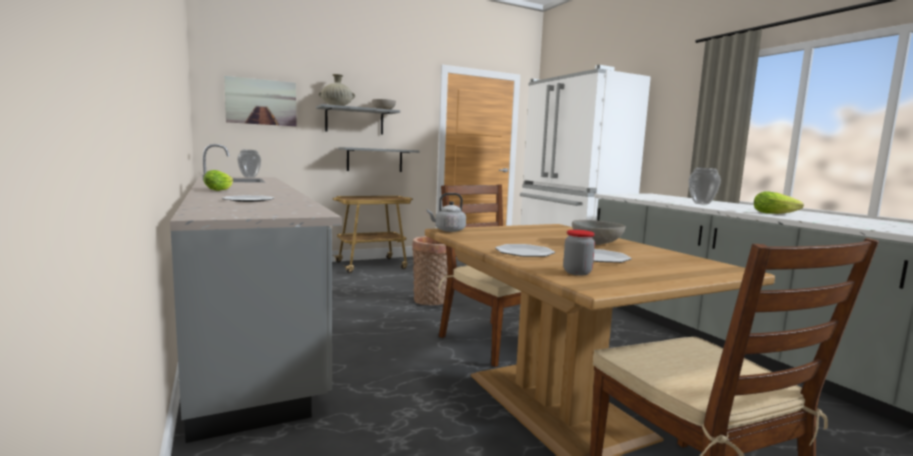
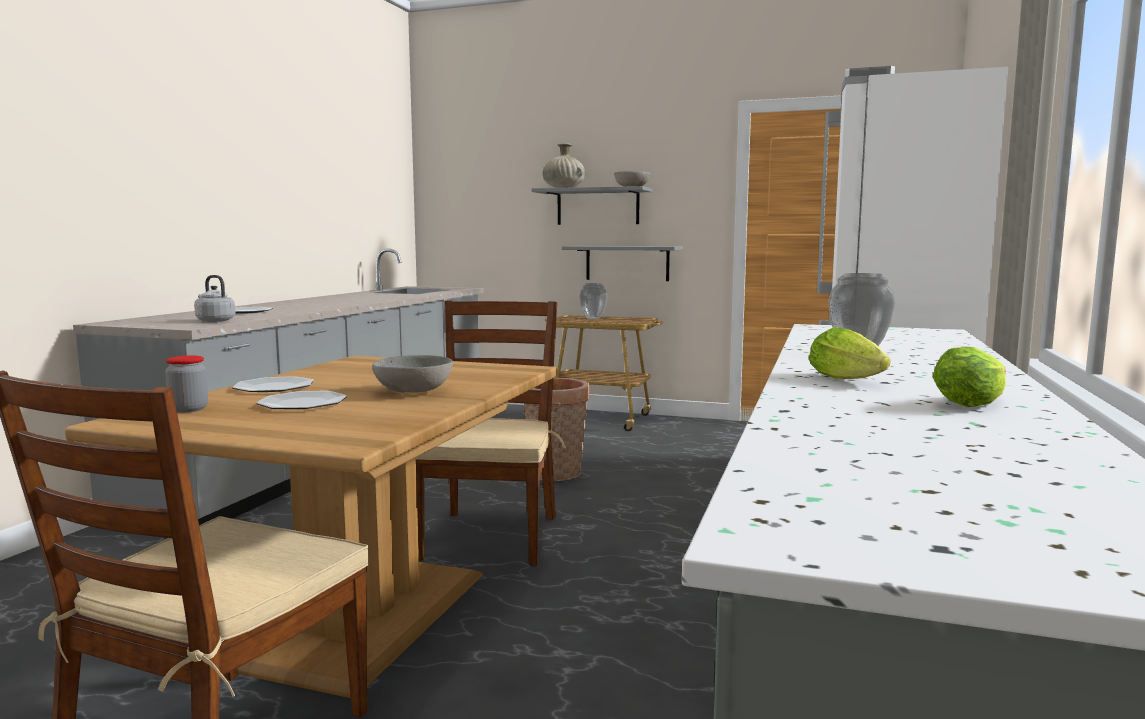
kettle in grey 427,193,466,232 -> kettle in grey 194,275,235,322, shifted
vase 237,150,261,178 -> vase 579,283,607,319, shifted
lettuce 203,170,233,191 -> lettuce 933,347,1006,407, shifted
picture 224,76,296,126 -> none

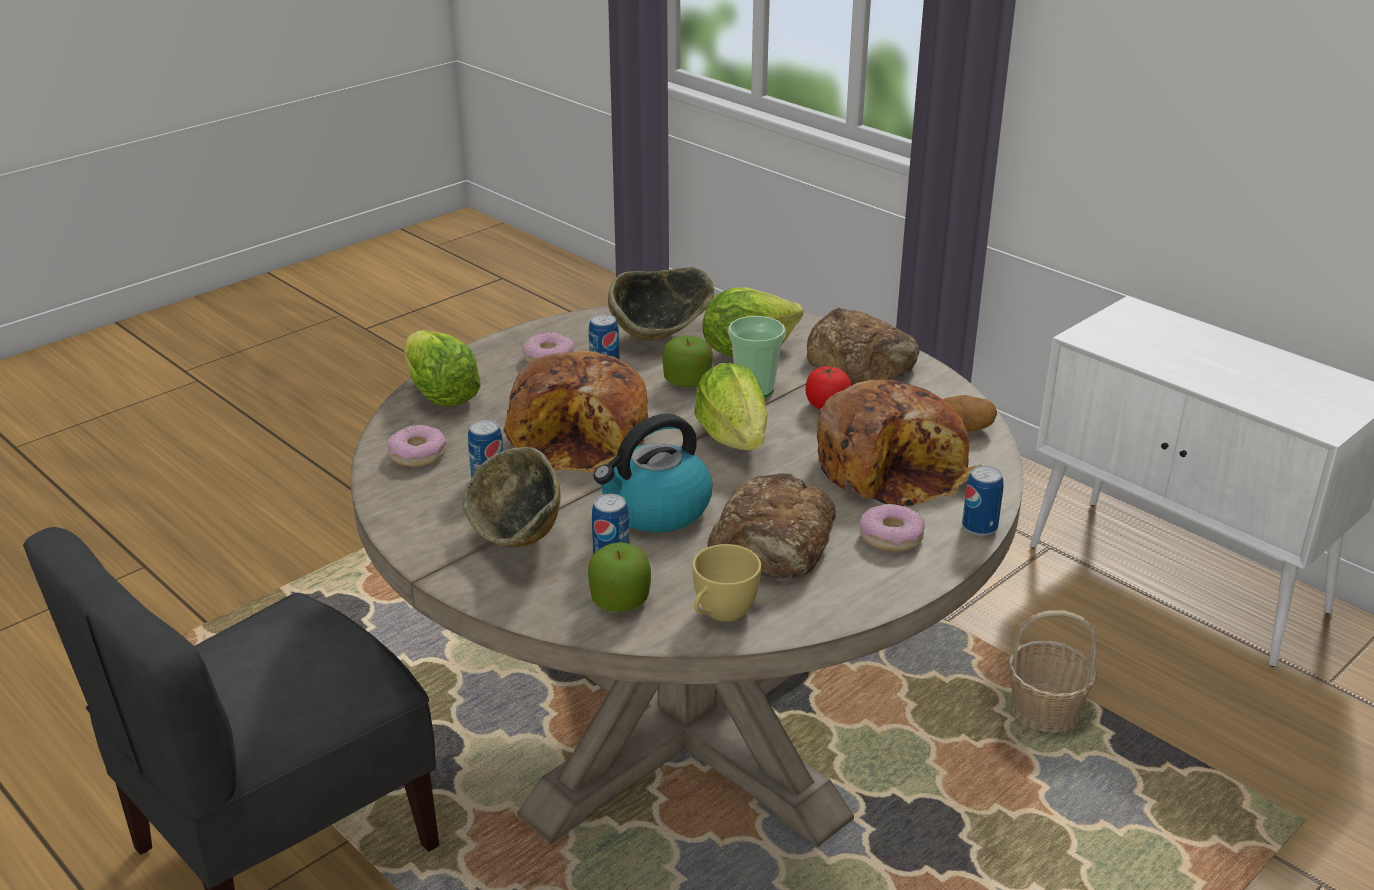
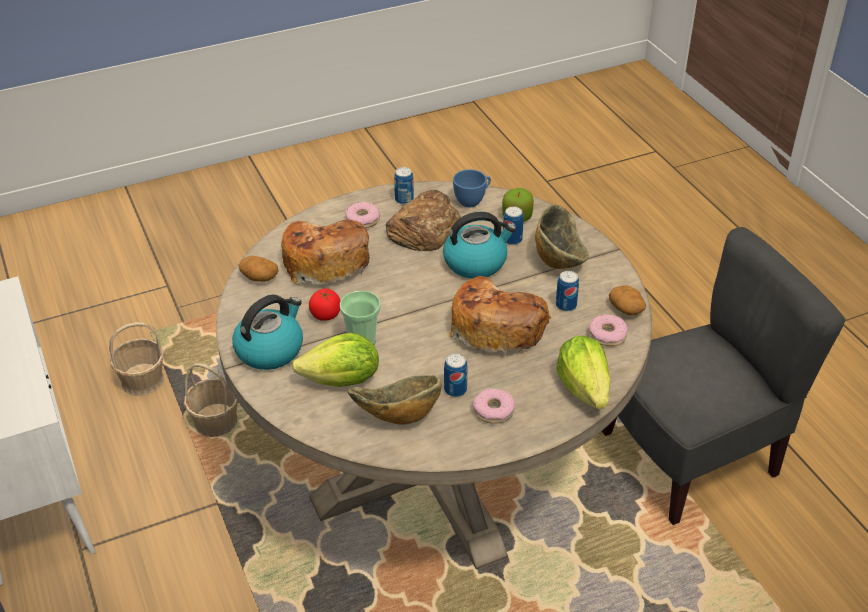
none -> basket 109,322,164,396
bread 807,308,919,386 -> kettle 232,294,303,370
can 962,466,1003,536 -> can 394,167,414,205, shifted
cup in yellow 692,544,761,622 -> cup in blue 453,169,491,207
none -> potato 609,285,646,316
apple 662,335,713,388 -> none
lettuce 694,363,768,450 -> none

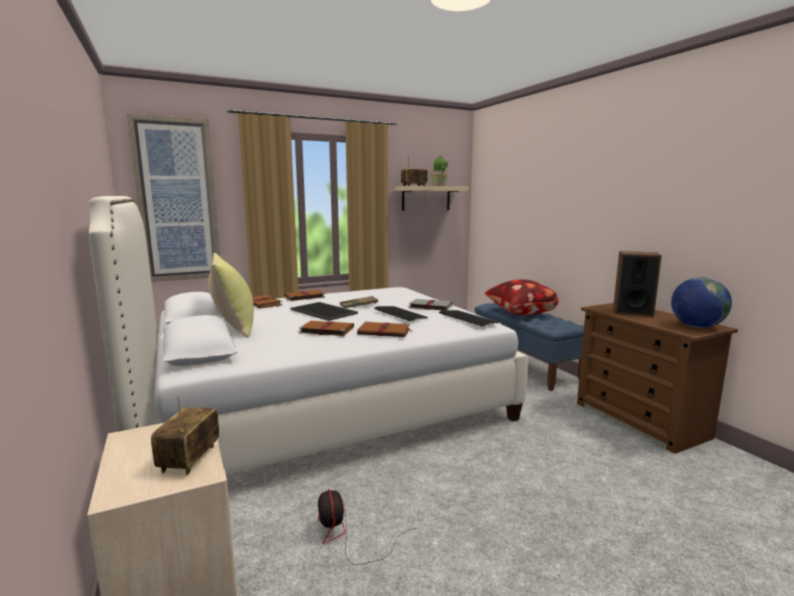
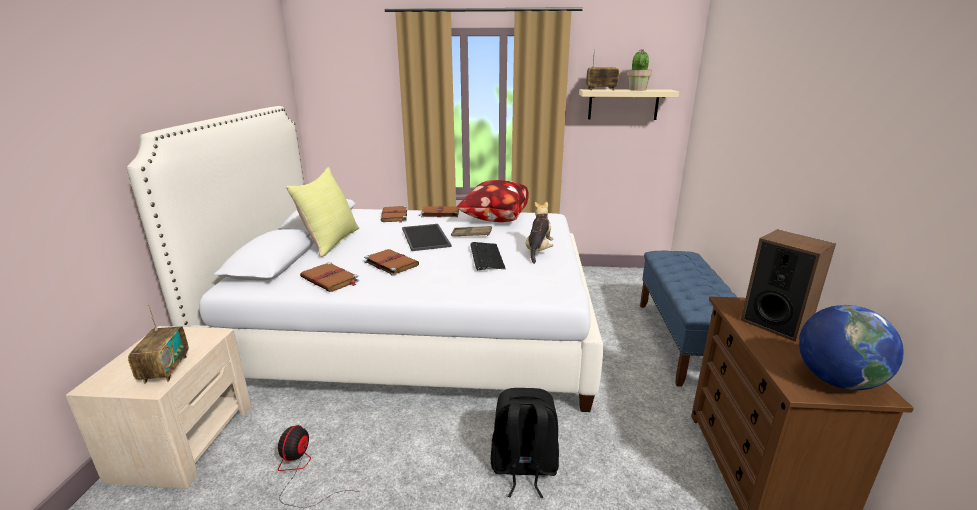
radio 151,396,219,475 -> radio 128,304,189,384, 135 degrees clockwise
book in brown 357,321,412,337 -> book in brown 300,262,359,292, shifted
pillow 485,279,559,315 -> pillow 457,180,529,222, shifted
none -> backpack in black 491,388,559,498
book in grey 408,299,453,310 -> plush toy 526,202,553,264
picture 127,114,220,282 -> none
keyboard 439,310,499,326 -> none

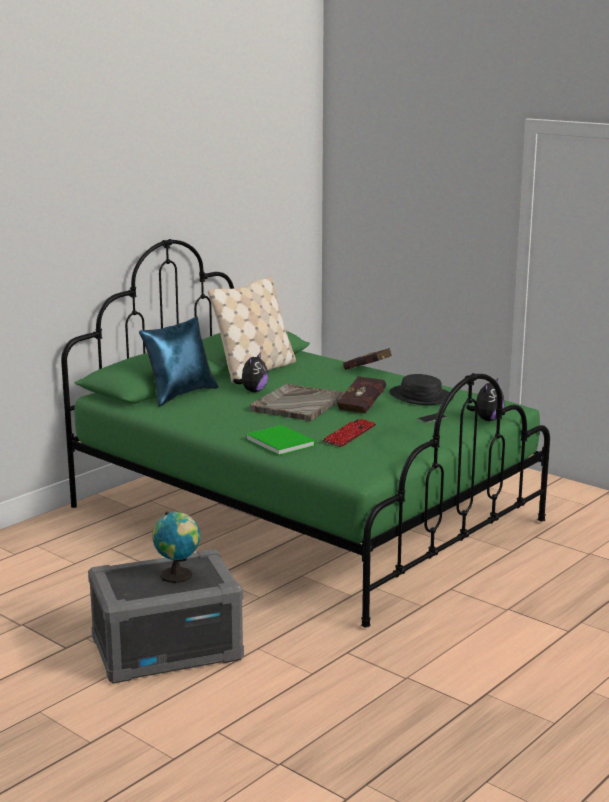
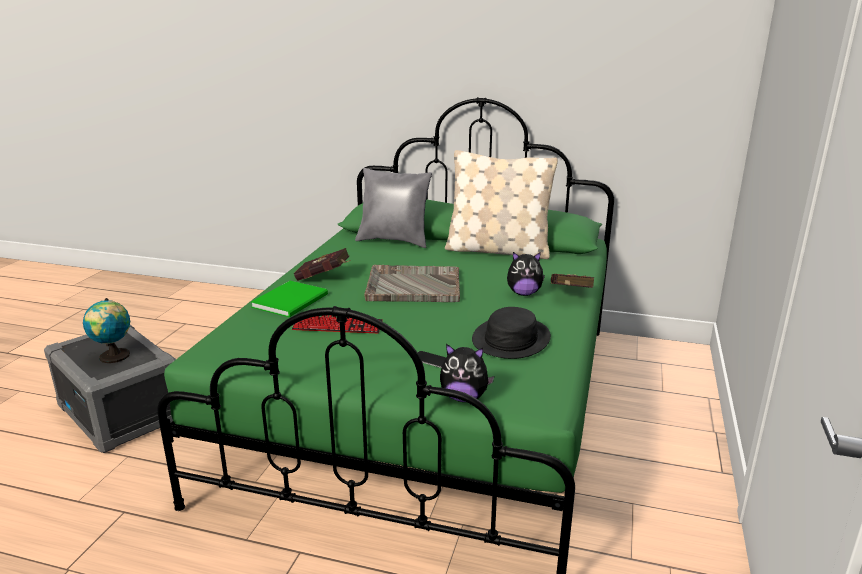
book in red 337,376,386,413 -> book in red 294,248,351,281, shifted
pillow in blue 139,316,219,407 -> pillow in grey 355,168,432,248
plush toy 233,352,268,392 -> plush toy 507,252,545,296, shifted

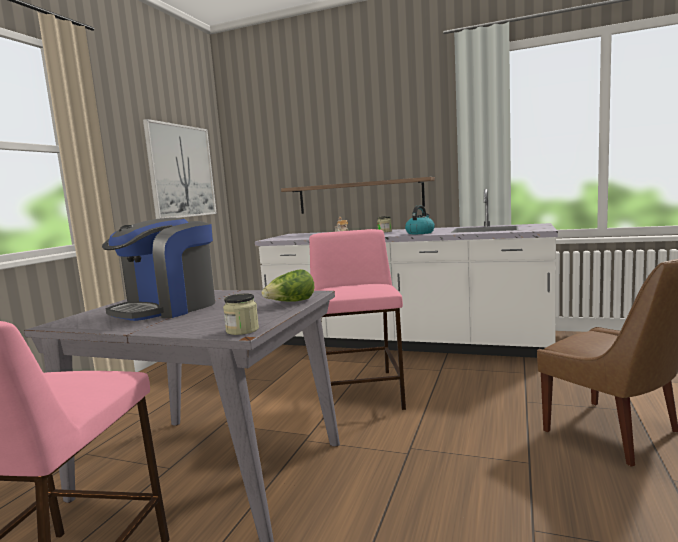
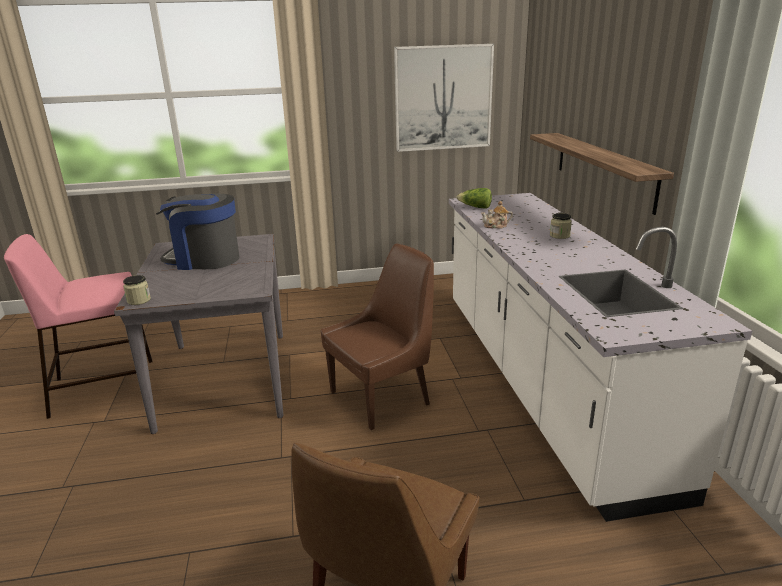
stool in pink 309,229,406,410 -> chair in brown 321,244,434,430
lettuce 262,269,314,302 -> lettuce 457,188,492,209, shifted
kettle 405,205,435,234 -> none

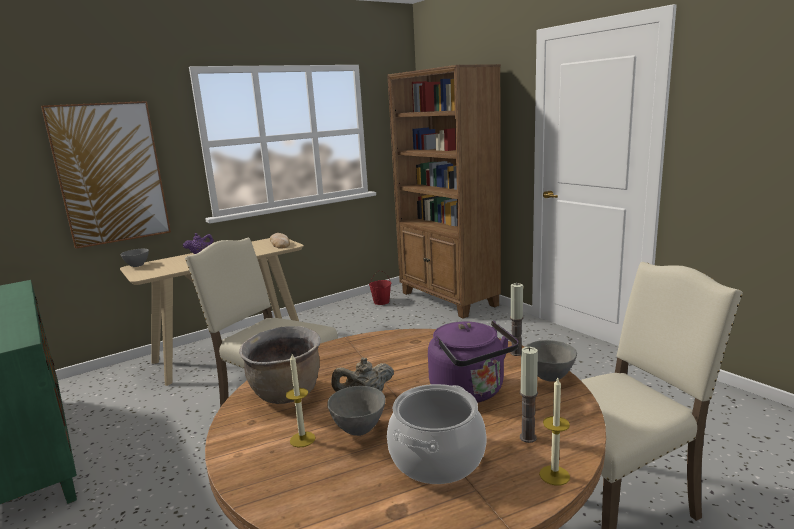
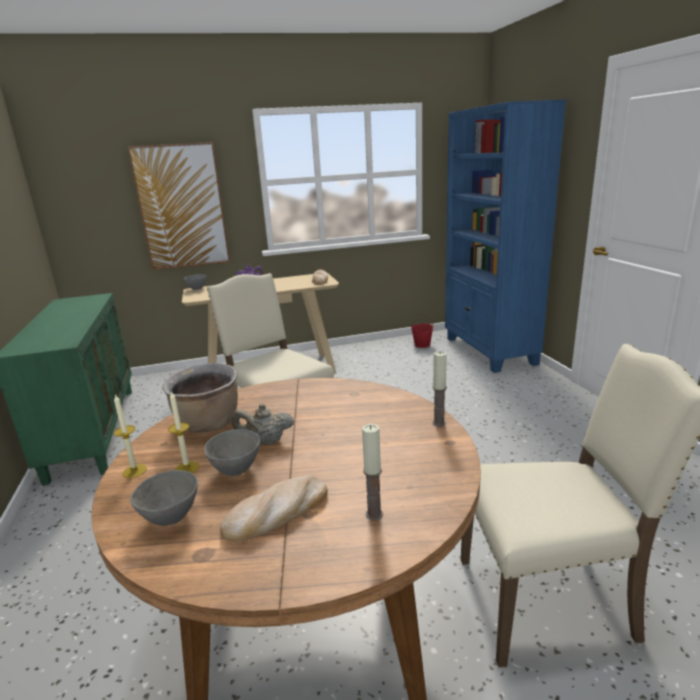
candle 539,378,570,486 -> candle 114,394,147,478, shifted
bowl in grey 526,340,577,382 -> bowl in grey 130,470,198,526, shifted
cooking pot 387,384,487,484 -> bread 220,475,328,542
bookcase in brown 387,64,501,319 -> bookcase in blue 445,99,566,373
kettle in purple 428,320,519,403 -> none

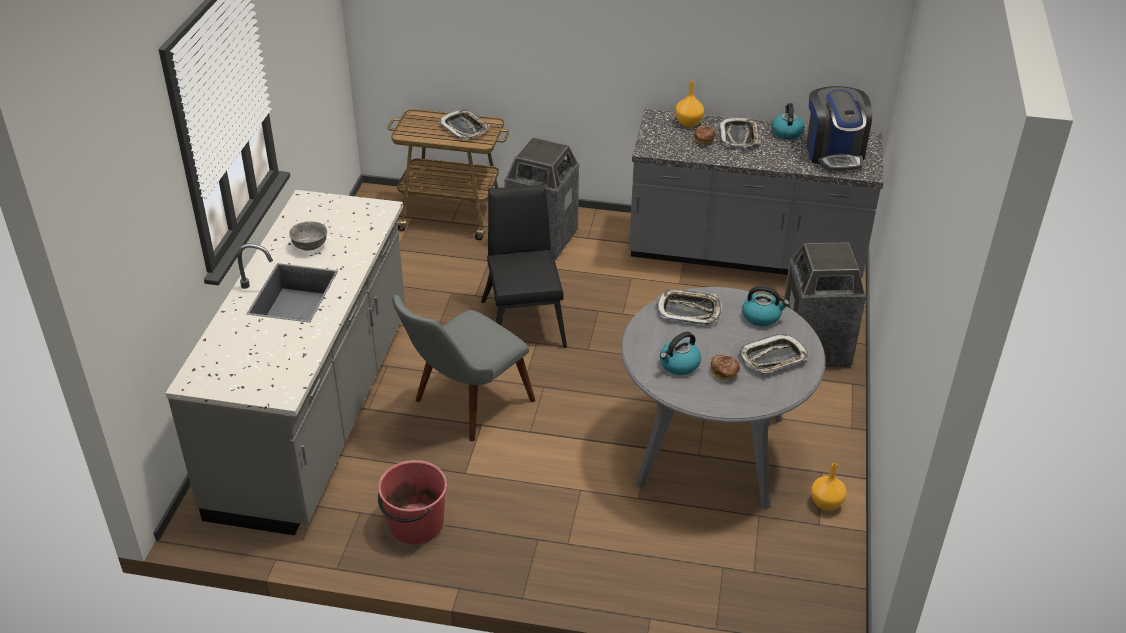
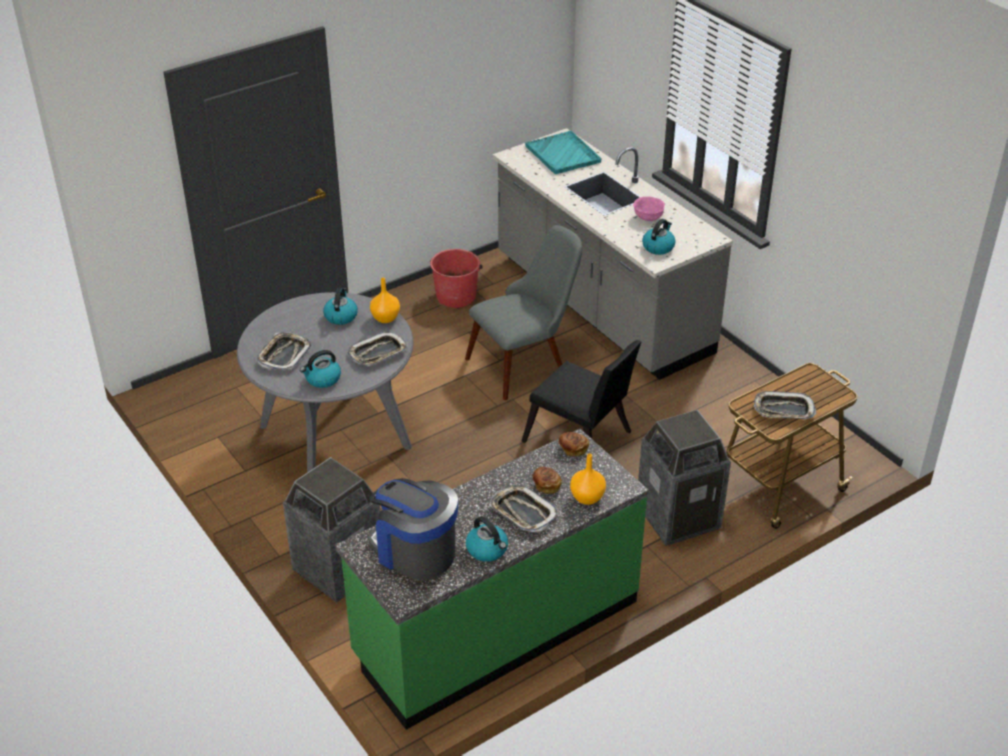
counter in grey 629,109,884,278 -> counter in green 335,429,649,730
vase in orange 811,463,846,511 -> vase in orange 370,278,400,323, shifted
chair in grey 392,295,535,441 -> chair in grey 465,225,582,400, 60 degrees clockwise
none -> tray in turquoise 525,131,602,174
bread 711,355,740,380 -> bread 559,432,589,456, shifted
bowl in grey 289,221,327,251 -> bowl in pink 633,196,665,221
none -> kettle 642,219,676,255

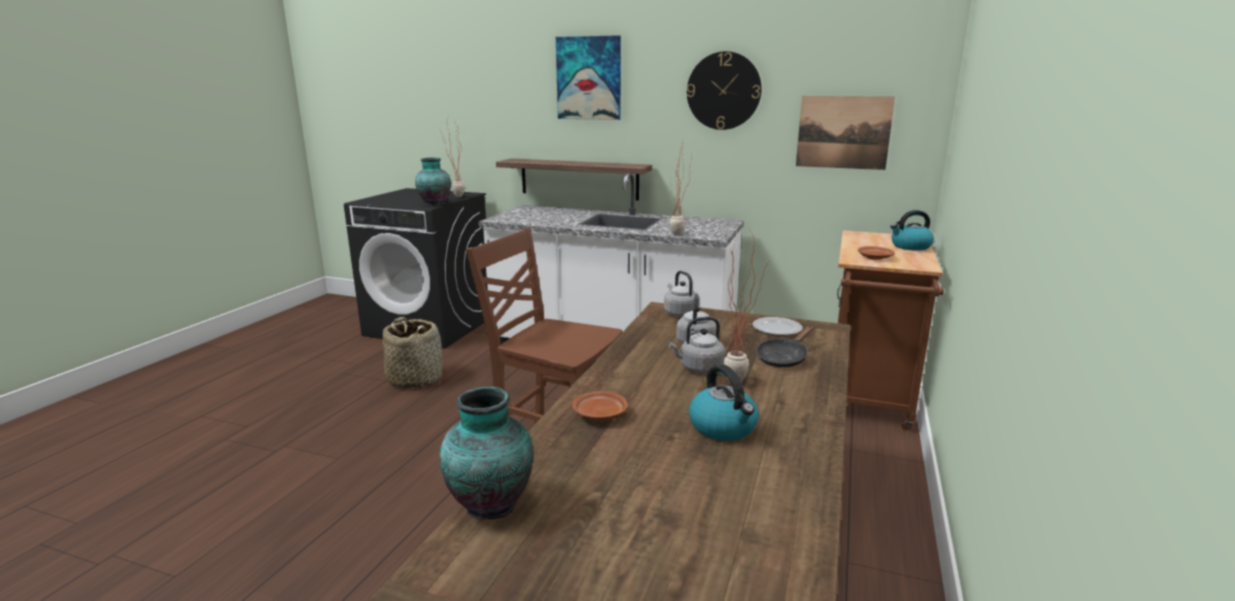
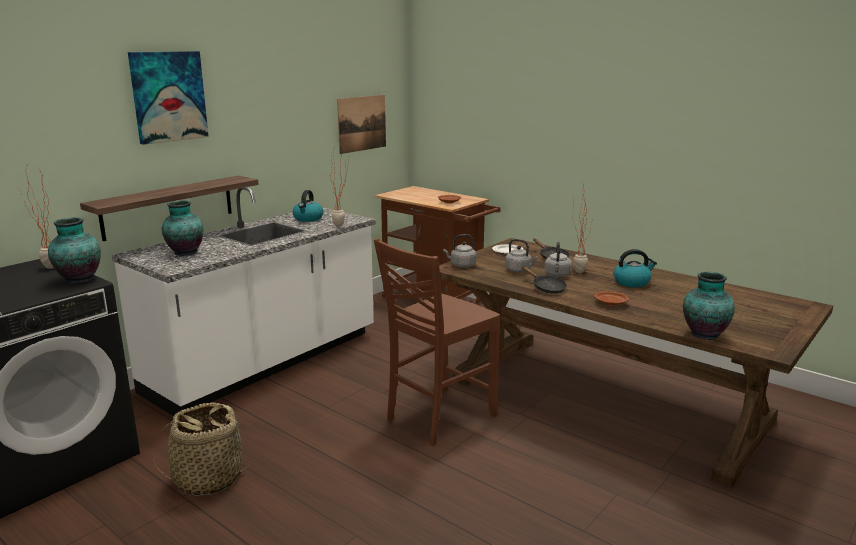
none -> vase 162,200,204,256
kettle 890,210,934,251 -> kettle 293,190,324,222, shifted
none -> frying pan in black 522,266,567,294
wall clock 687,51,762,130 -> none

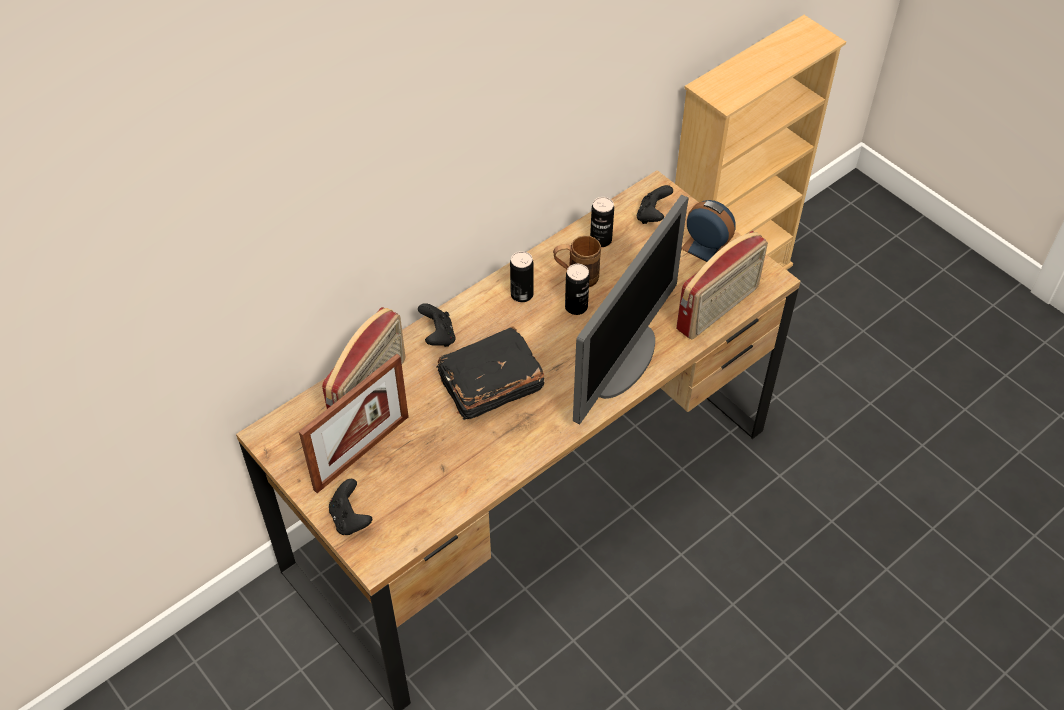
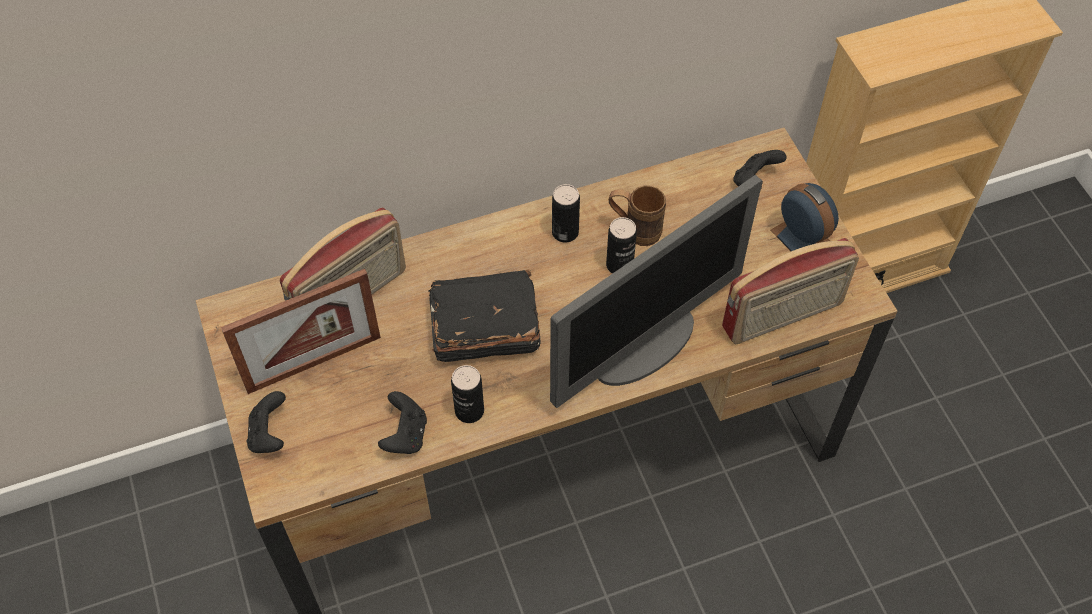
game controller in black 418,303,455,347 -> game controller in black 378,391,427,454, shifted
can 590,197,614,247 -> can 451,365,484,423, shifted

